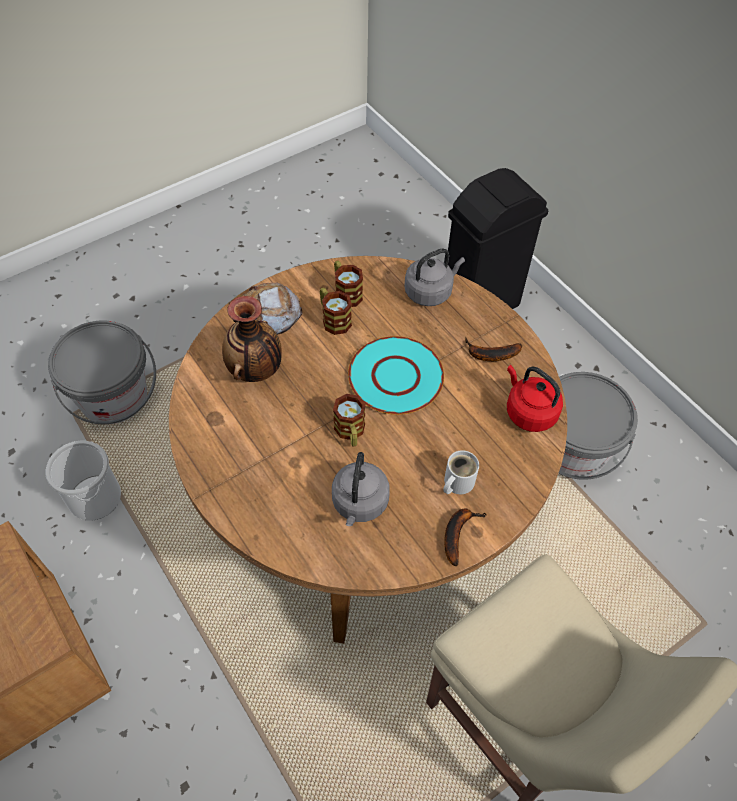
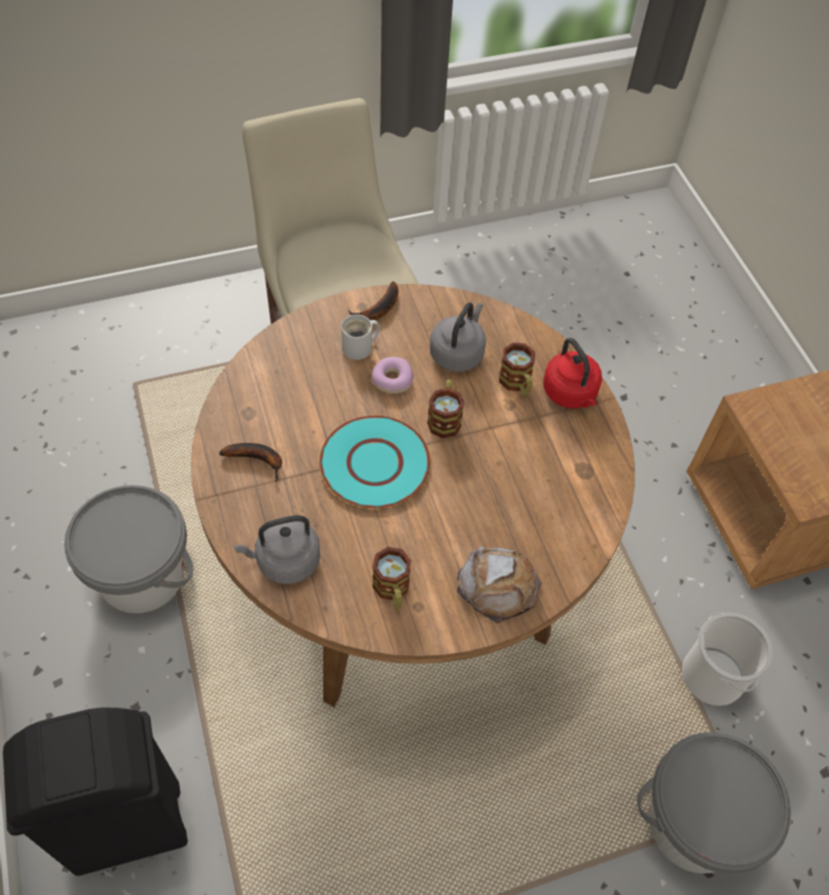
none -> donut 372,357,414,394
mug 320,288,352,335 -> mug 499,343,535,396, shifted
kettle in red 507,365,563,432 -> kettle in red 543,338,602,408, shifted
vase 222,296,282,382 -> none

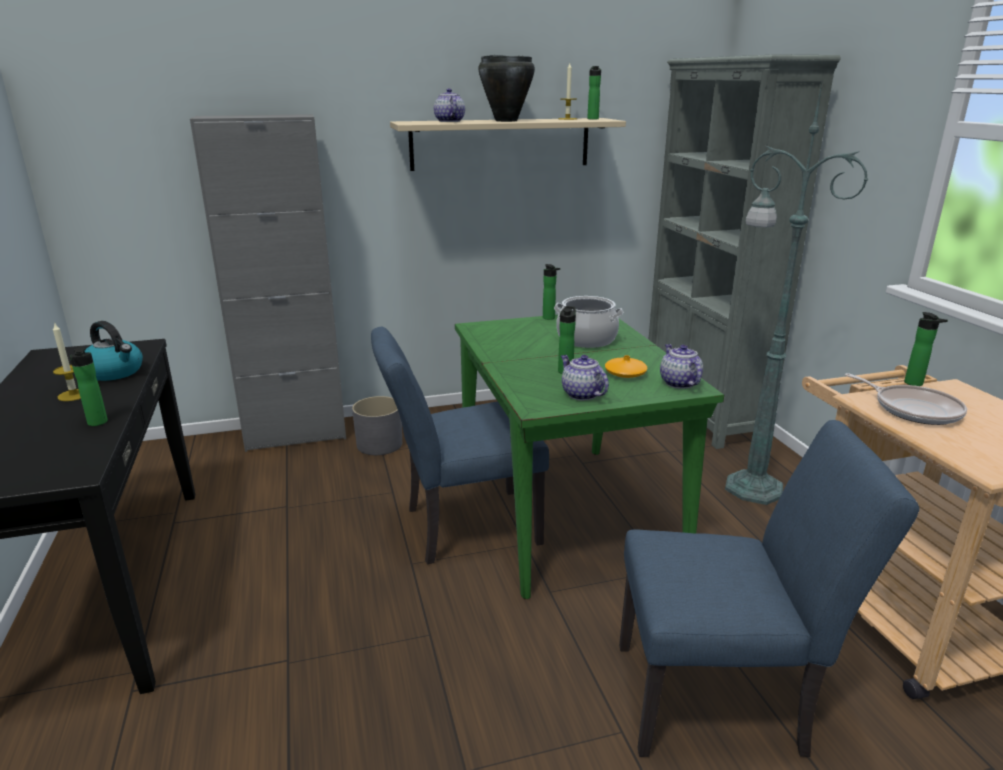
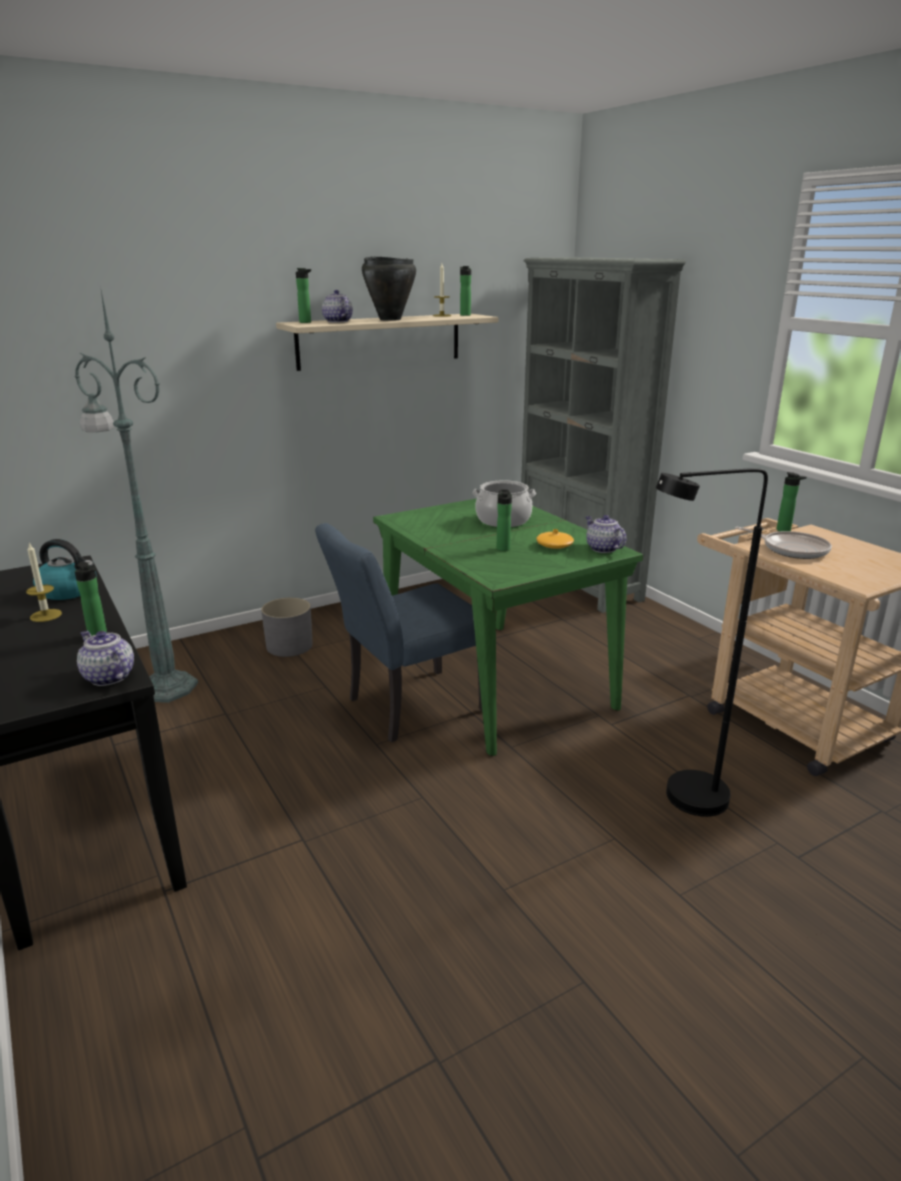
floor lamp in green 725,78,868,505 -> floor lamp in green 75,291,198,703, shifted
teapot 561,355,609,400 -> teapot 77,631,134,686, shifted
bottle 543,264,560,320 -> bottle 296,268,311,323, shifted
chair in blue 619,420,919,757 -> floor lamp in black 656,468,768,817
cabinet in grey 190,114,346,452 -> none

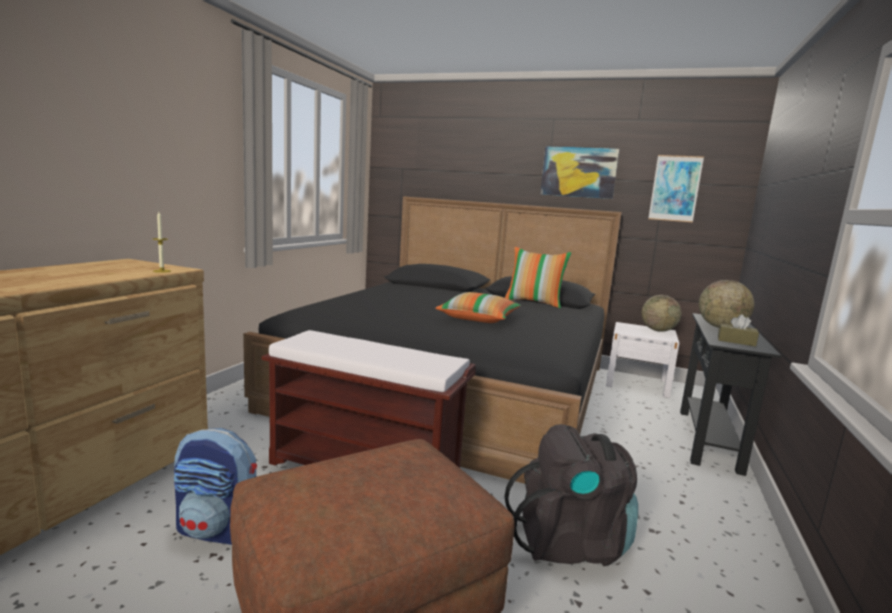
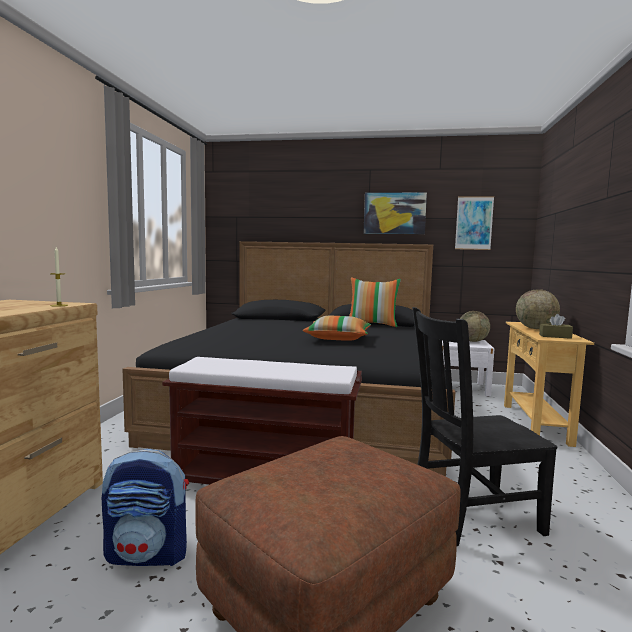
backpack in black 504,424,638,566 -> chair in black 412,307,557,546
console table in black 680,313,782,476 -> console table in beige 504,321,594,447

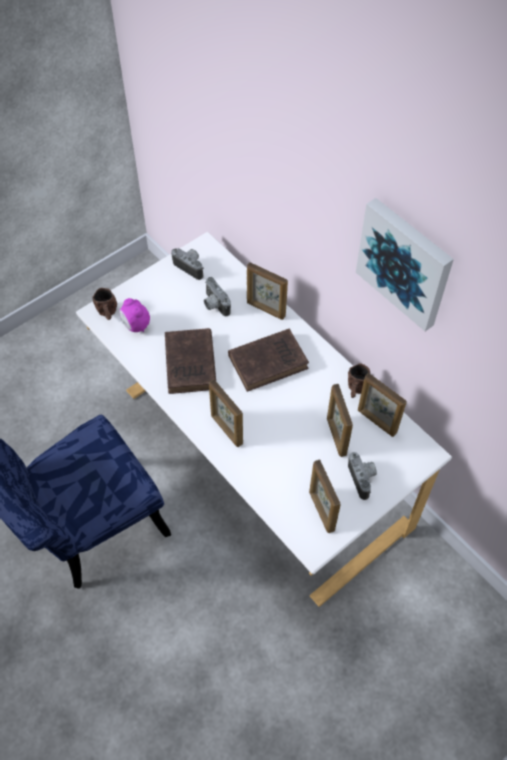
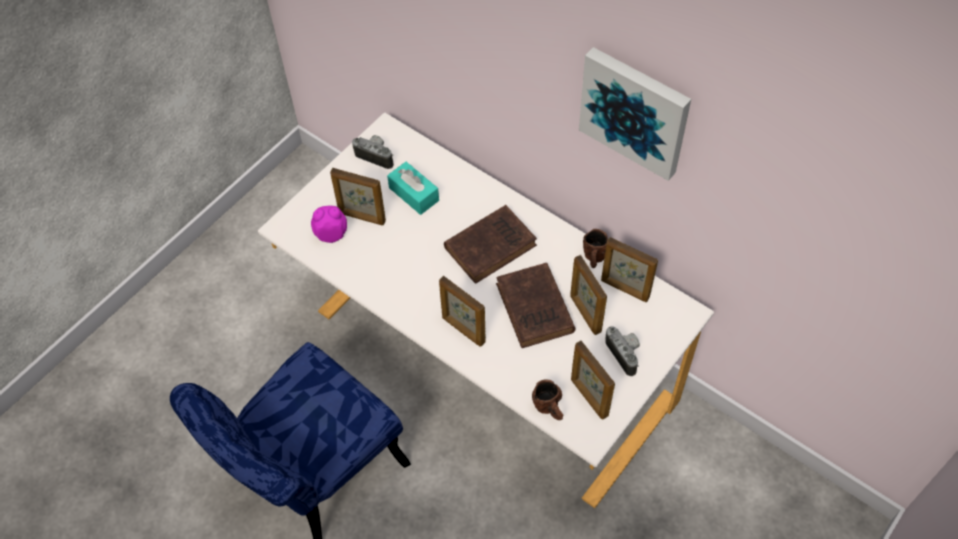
alarm clock 119,298,150,332 -> alarm clock 311,205,347,243, 135 degrees clockwise
picture frame 247,262,288,320 -> picture frame 330,168,386,225, shifted
photo camera 204,277,231,317 -> tissue box in turquoise 387,162,439,215
book in brown 165,328,216,394 -> book in brown 496,263,575,348, shifted
mug in brown 92,288,117,320 -> mug in brown 532,380,563,420, shifted

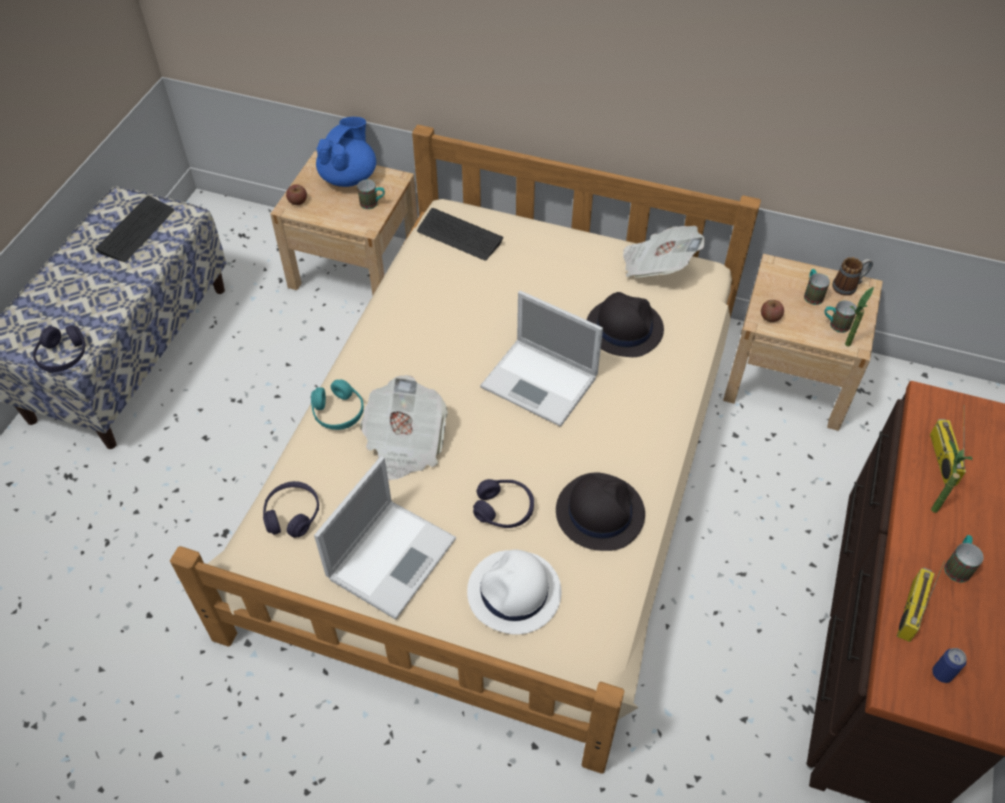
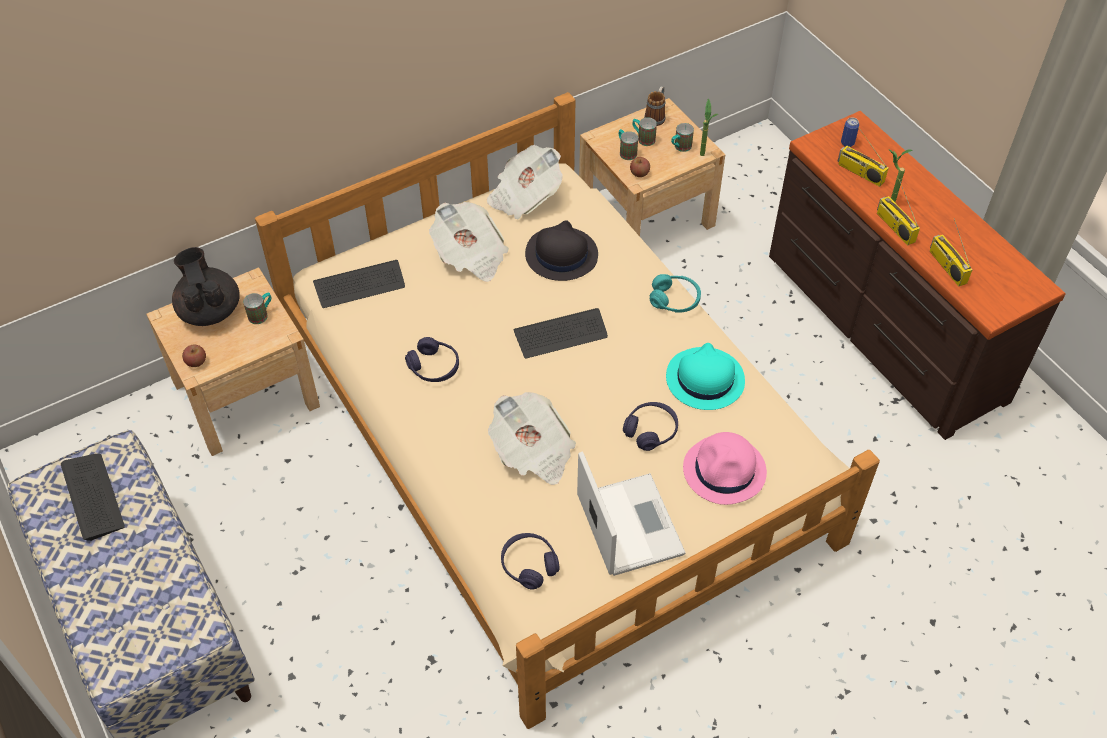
teapot in blue 316,117,376,187 -> teapot in black 172,247,240,326
headphones in purple 33,325,85,372 -> headphones in purple 405,337,459,382, shifted
none -> newspaper 429,202,509,282
laptop 480,291,603,427 -> keyboard 513,308,608,358
mug 944,535,984,583 -> mug 619,129,638,160, shifted
headphones in turquoise 311,379,364,430 -> headphones in turquoise 650,274,701,313, shifted
hat in black 556,472,645,551 -> hat in turquoise 666,343,745,410
hat in white 467,549,561,635 -> hat in pink 683,432,767,505
can 932,648,967,683 -> can 841,117,859,147, shifted
none -> radio 877,179,920,245

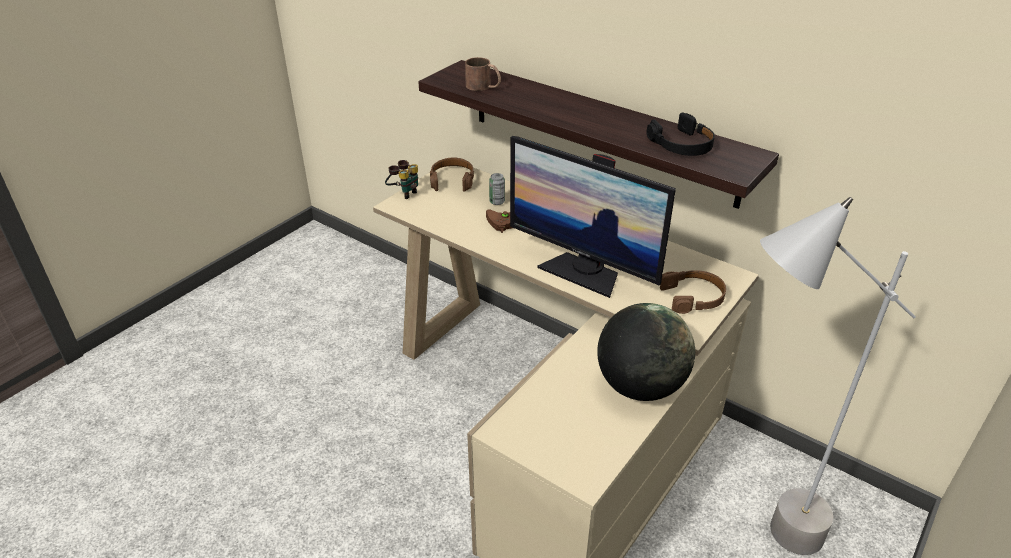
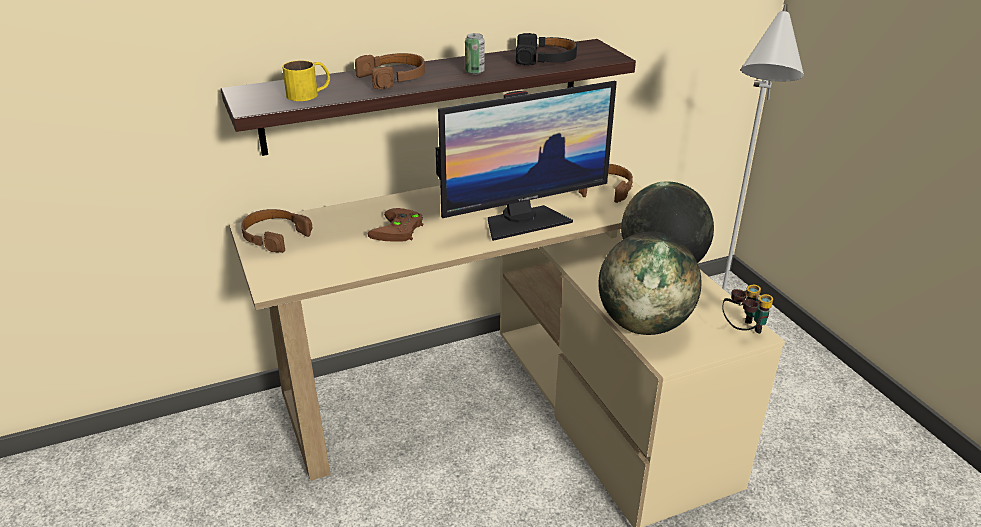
mug in brown 465,57,501,91 -> mug in yellow 282,60,330,101
none -> headphones in brown 355,53,425,89
can 489,173,505,205 -> can 465,33,485,74, shifted
none -> globe 599,231,702,335
binoculars 385,160,418,199 -> binoculars 722,285,773,334, shifted

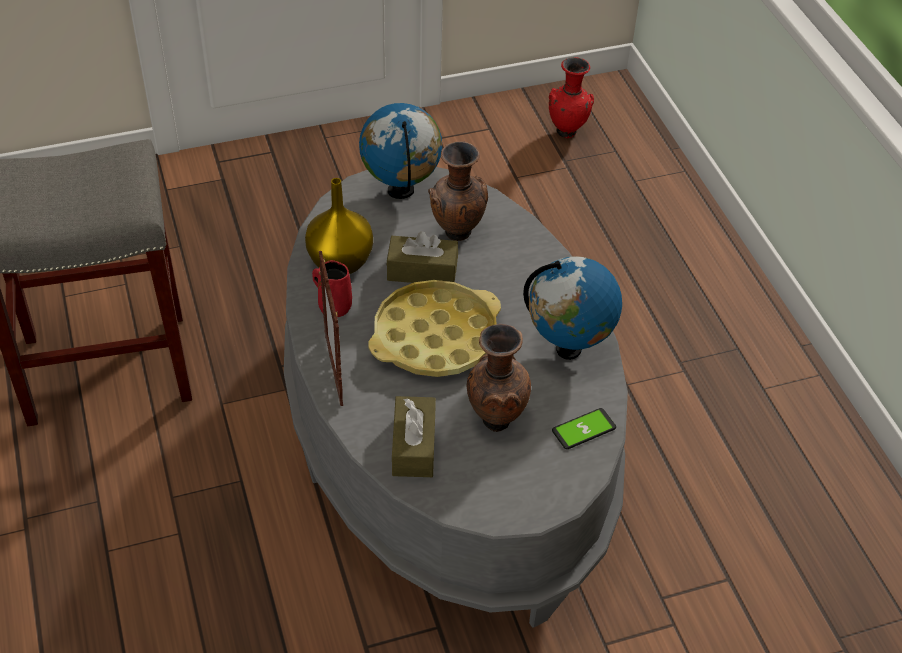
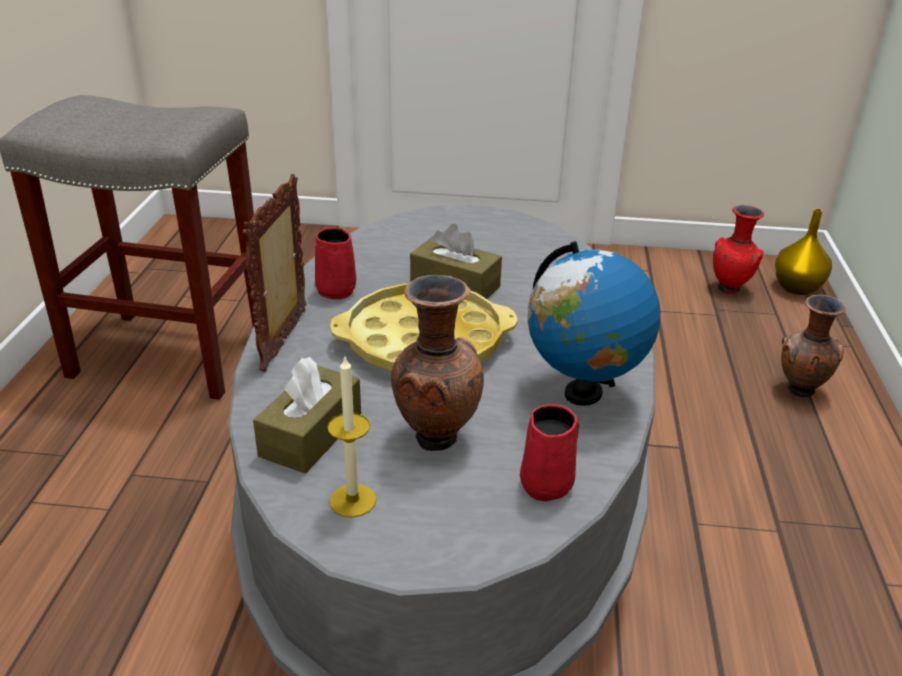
none -> candle 327,357,376,517
phone 552,408,616,449 -> mug in red 520,404,579,501
vase in yellow 305,178,373,274 -> vase in yellow 775,209,832,295, shifted
vase in brown 428,141,488,241 -> vase in brown 781,295,846,397, shifted
globe 359,103,442,199 -> none

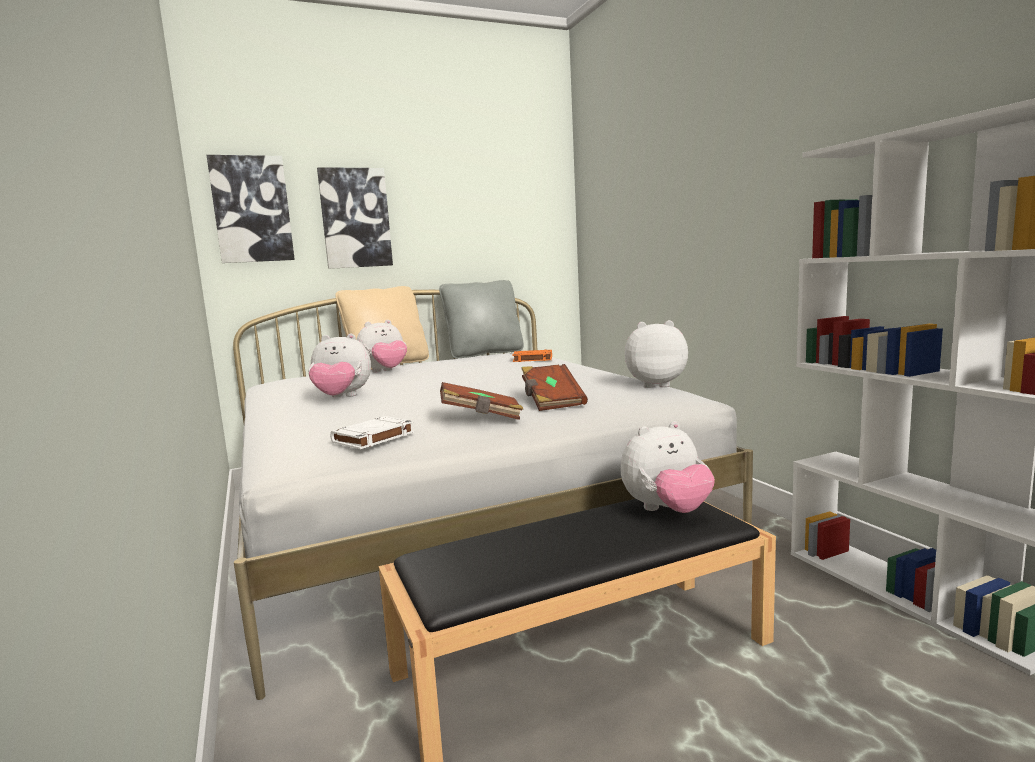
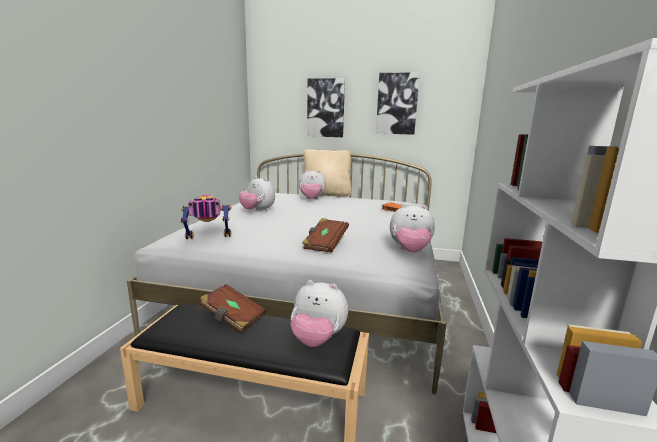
book in white 330,416,414,449 -> toy robot 180,195,231,239
book in brown 440,382,523,420 -> book in brown 200,284,266,333, shifted
picture 207,155,295,263 -> picture 376,73,420,135, shifted
plush toy 625,320,688,388 -> plush toy 390,204,435,252, 150 degrees clockwise
pillow in grey 439,280,524,359 -> none

